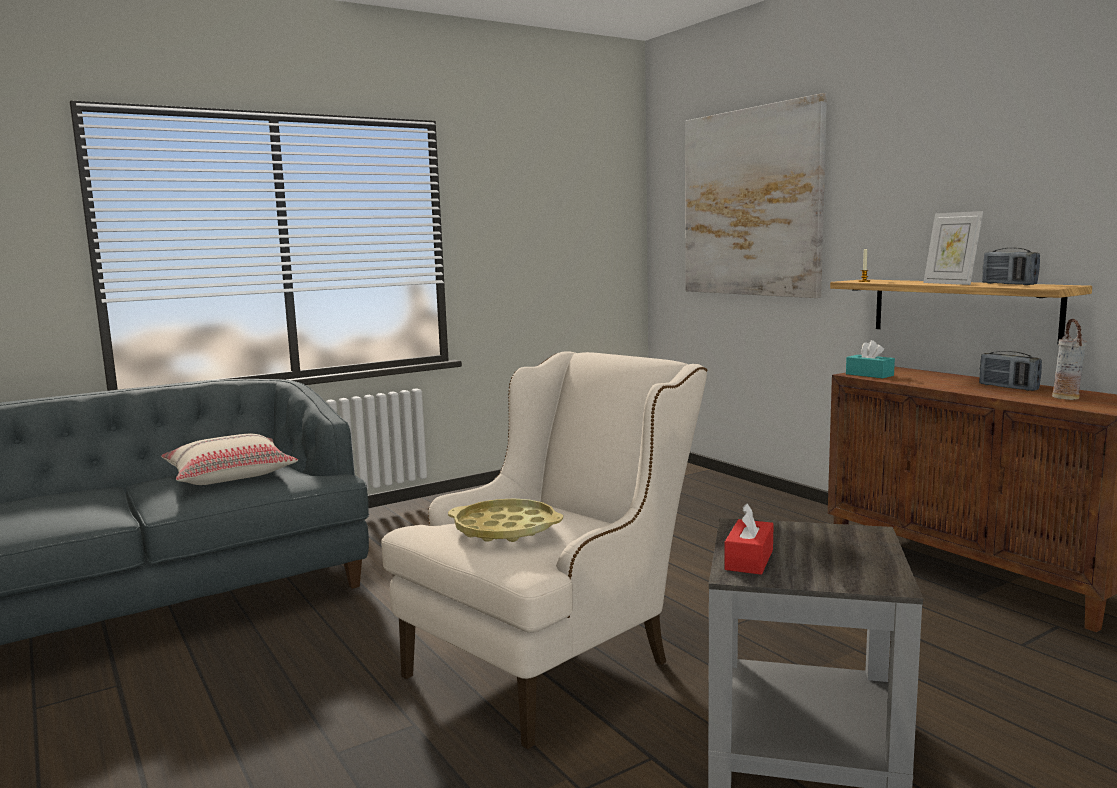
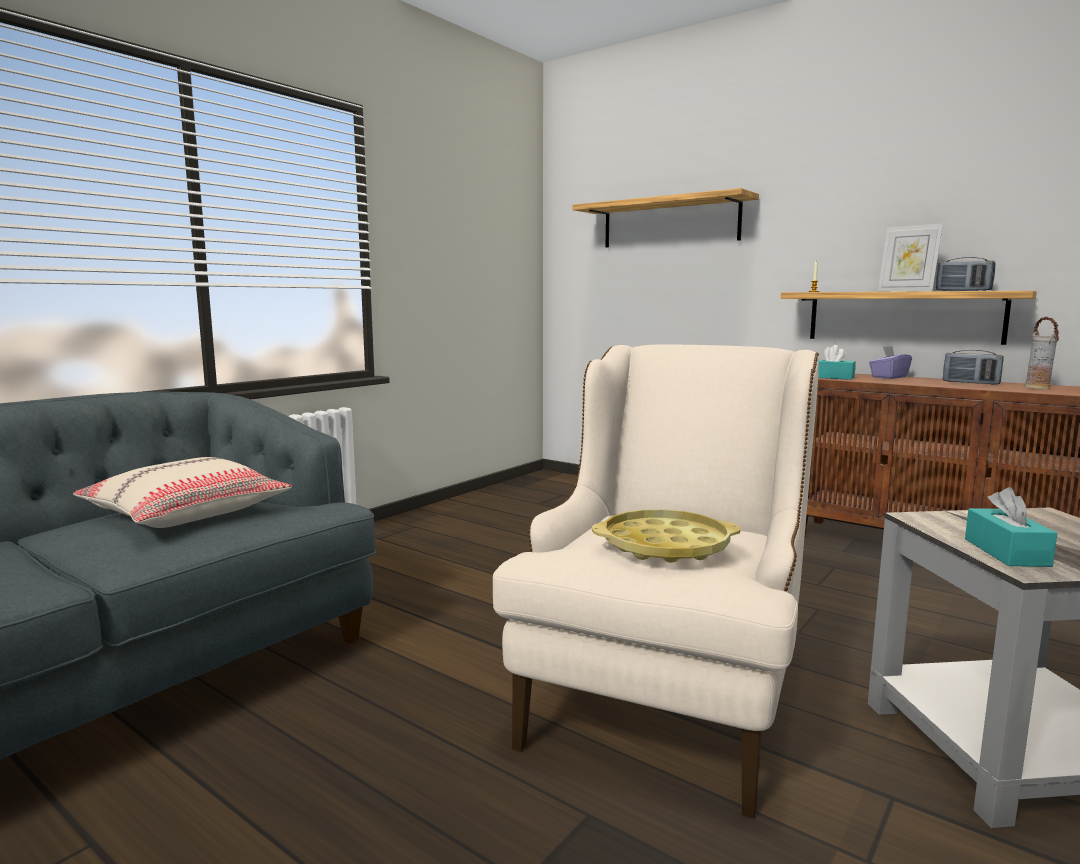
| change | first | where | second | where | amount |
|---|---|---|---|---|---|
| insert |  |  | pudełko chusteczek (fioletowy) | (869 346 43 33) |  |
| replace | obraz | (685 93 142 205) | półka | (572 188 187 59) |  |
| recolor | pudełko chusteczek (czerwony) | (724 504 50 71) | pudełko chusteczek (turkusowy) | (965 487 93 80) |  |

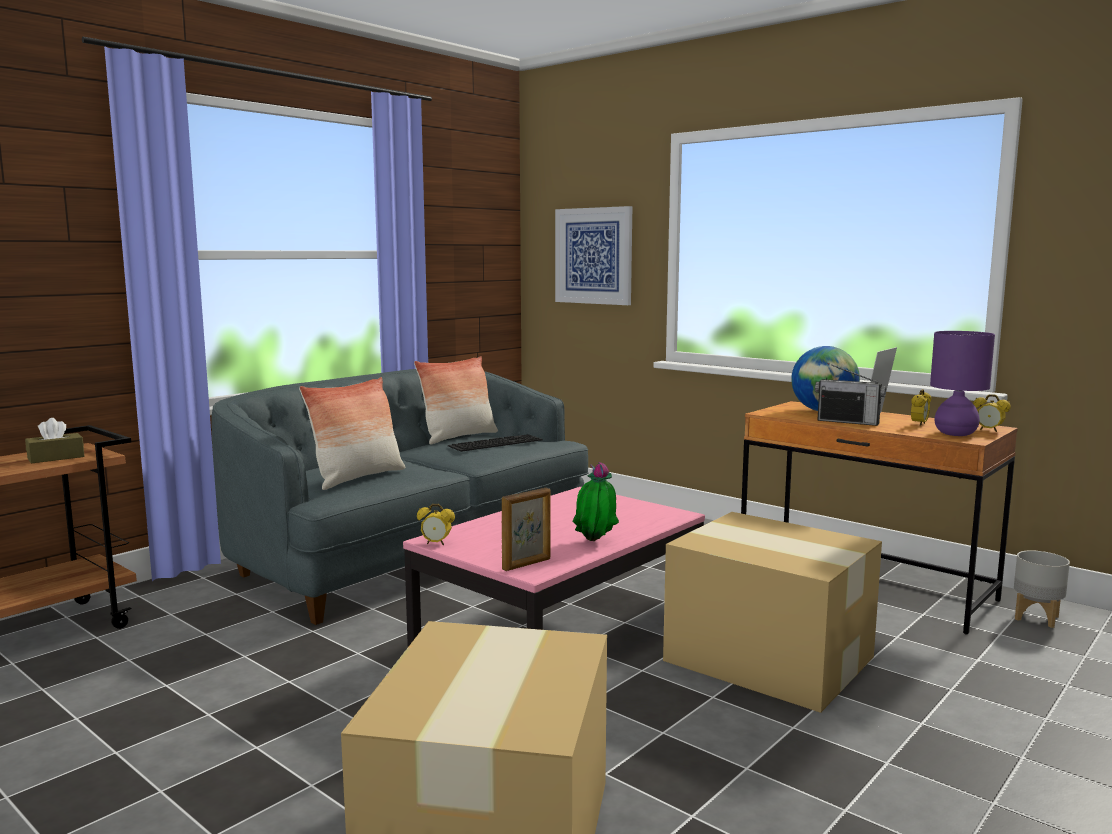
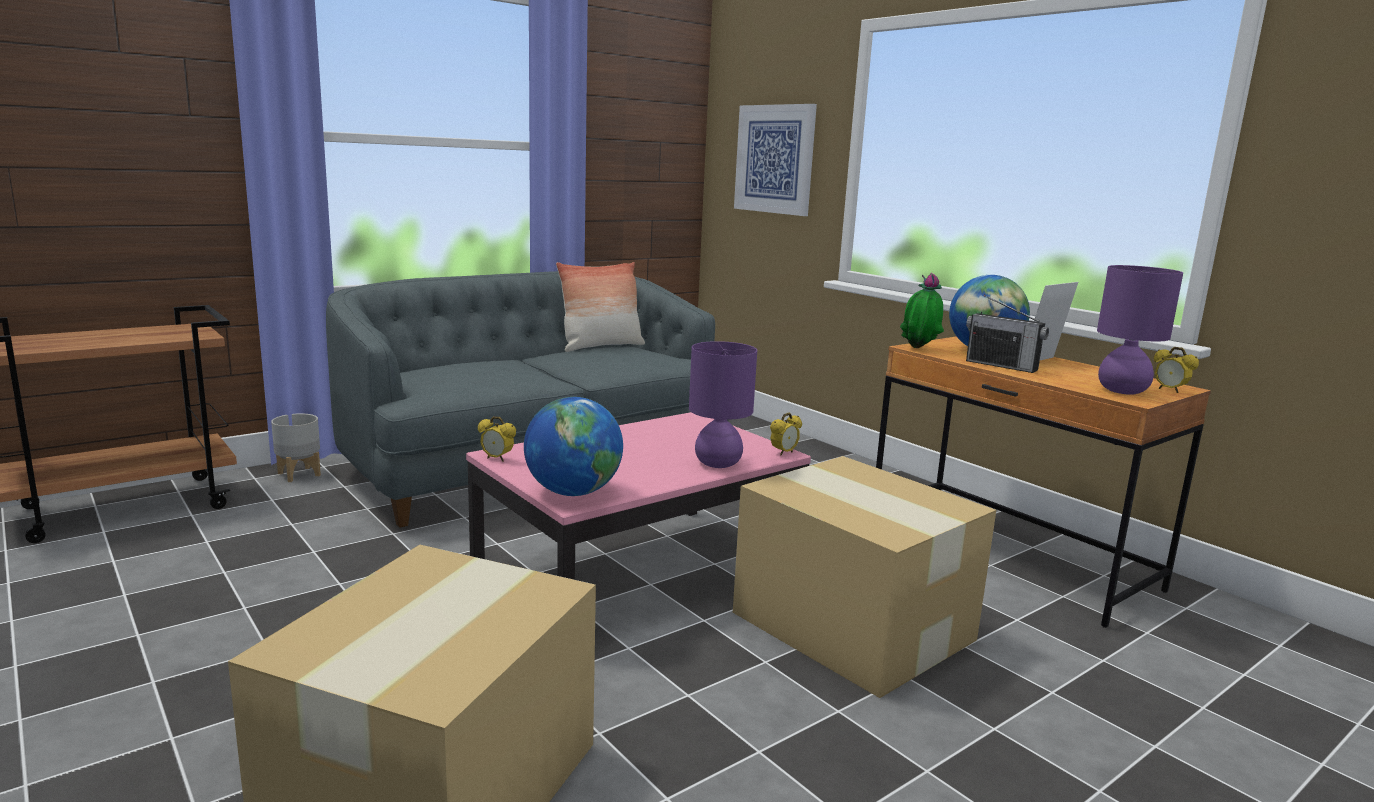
| change | first | where | second | where | amount |
|---|---|---|---|---|---|
| delete | pudełko chusteczek (brązowy) | (25 418 59 45) |  |  |  |
| delete | poduszka | (299 377 106 113) |  |  |  |
| delete | klawiatura | (448 434 95 18) |  |  |  |
| insert |  |  | lampa stołowa (fioletowy) | (689 341 68 127) |  |
| move | roślina doniczkowa | (572 462 47 79) |  | (900 273 44 75) |  |
| move | budzik | (911 389 21 37) |  | (770 413 32 42) |  |
| move | donica (szary) | (1014 551 56 77) |  | (271 414 50 68) |  |
| replace | ramka na zdjęcie | (502 488 49 83) | globus | (524 397 99 99) |  |

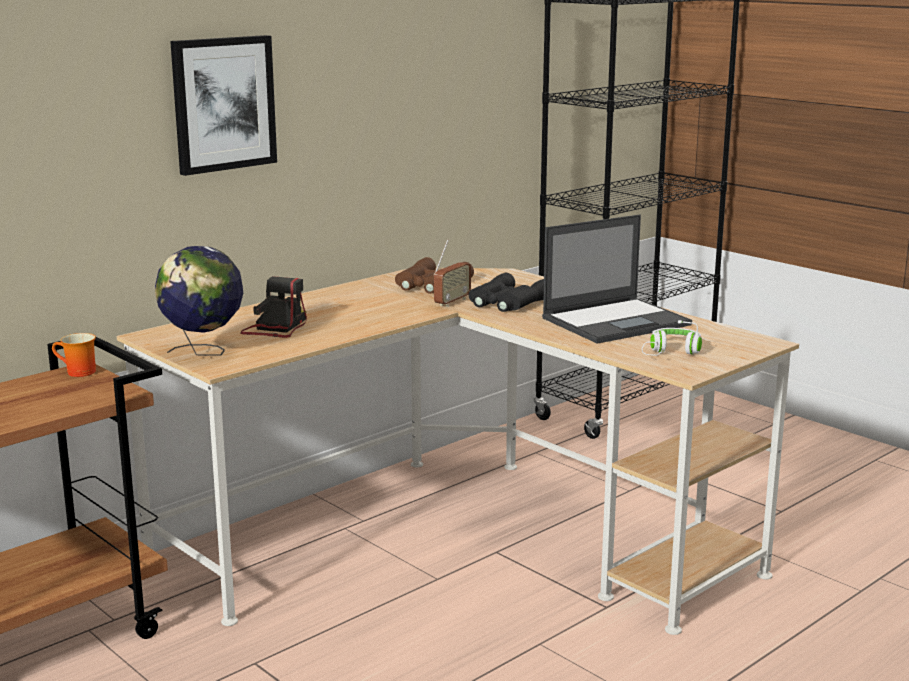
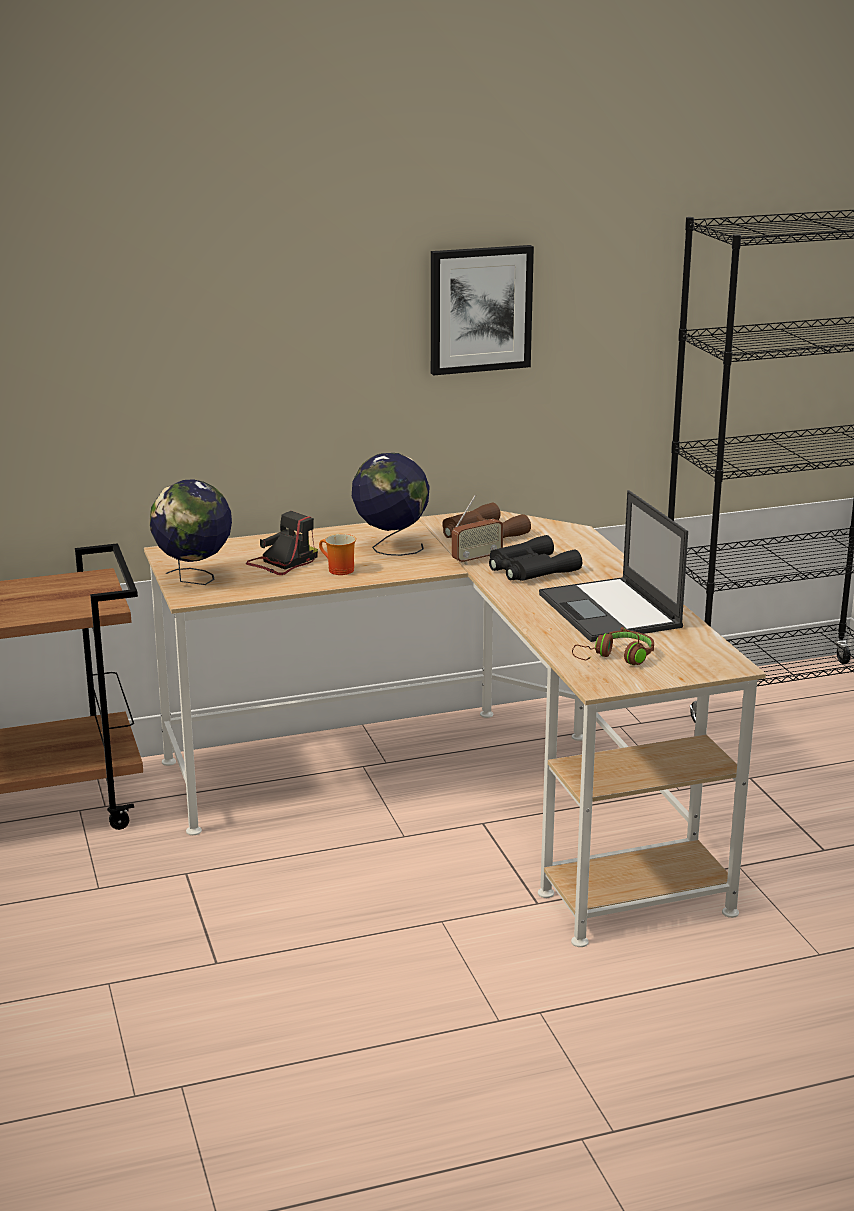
| change | first | where | second | where | amount |
|---|---|---|---|---|---|
| insert |  |  | globus | (352 453 78 103) |  |
| move | kubek | (52 333 44 44) |  | (319 534 37 41) |  |
| move | obraz | (170 35 107 141) |  | (431 245 103 131) |  |
| recolor | słuchawki (biały) | (642 320 60 36) | słuchawki (brązowy) | (572 627 82 38) |  |
| rotate | laptop | (542 215 150 129) |  | (539 490 149 152) | 75 degrees clockwise |

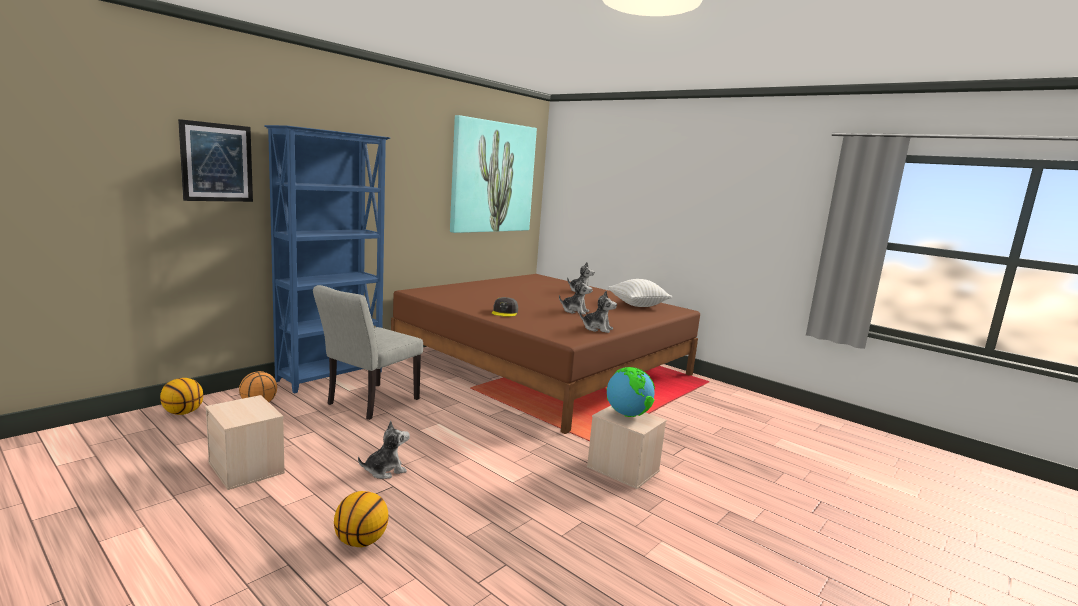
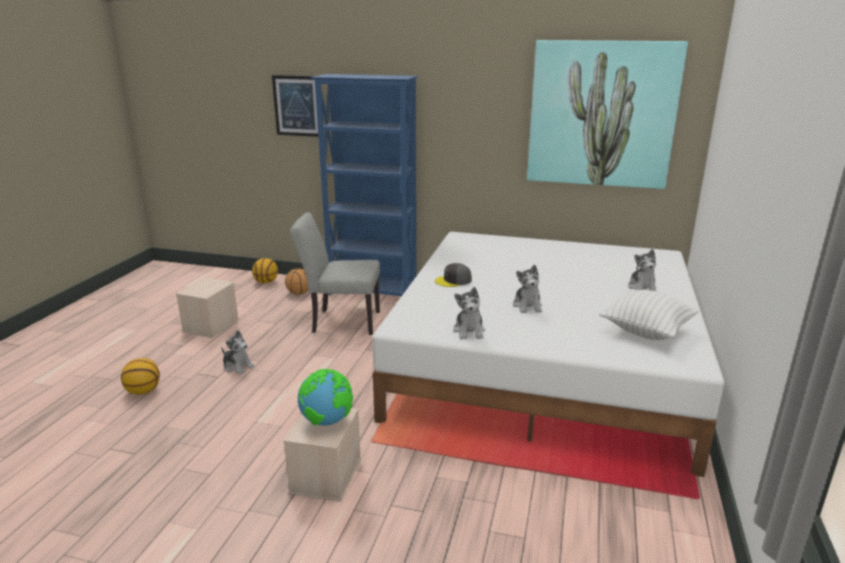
| change | first | where | second | where | amount |
|---|---|---|---|---|---|
| recolor | łóżko (brązowy) | (391 274 309 160) | łóżko (biały) | (372 232 352 245) |  |

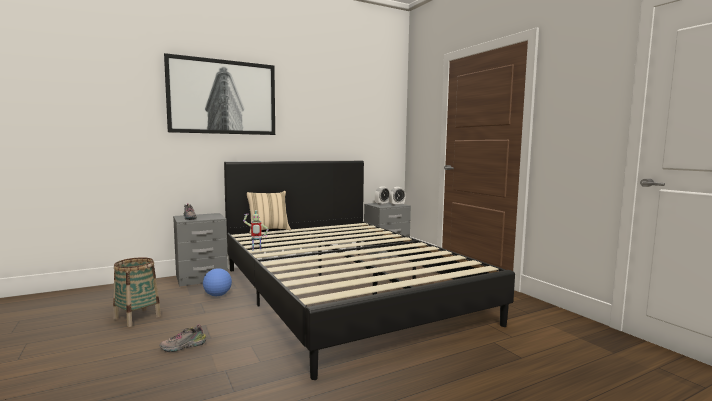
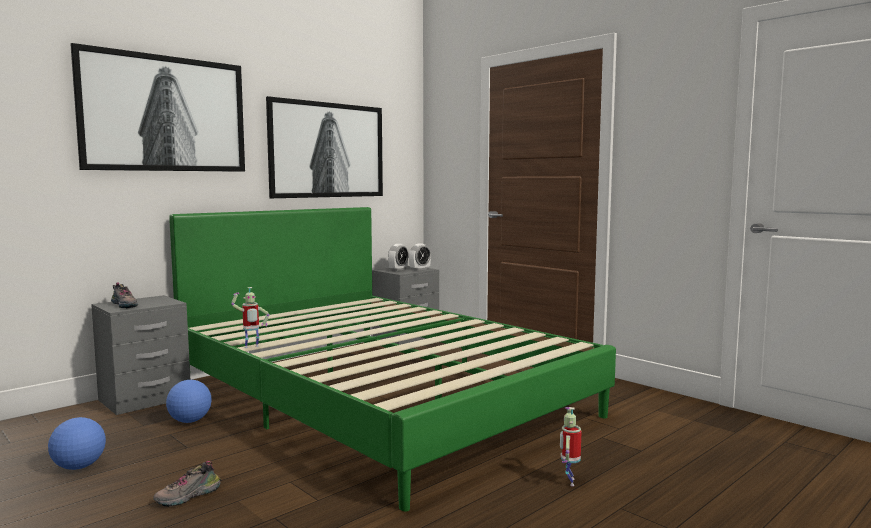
| change | first | where | second | where | amount |
|---|---|---|---|---|---|
| delete | poduszka (beżowy) | (247 191 44 43) |  |  |  |
| insert |  |  | obraz | (266 96 117 102) |  |
| insert |  |  | robot zabawkowy | (560 407 22 79) |  |
| replace | koszyk | (113 257 48 70) | piłka futbolowa | (48 417 58 53) |  |
| recolor | łóżko (czarny) | (224 161 291 219) | łóżko (zielony) | (169 207 447 304) |  |

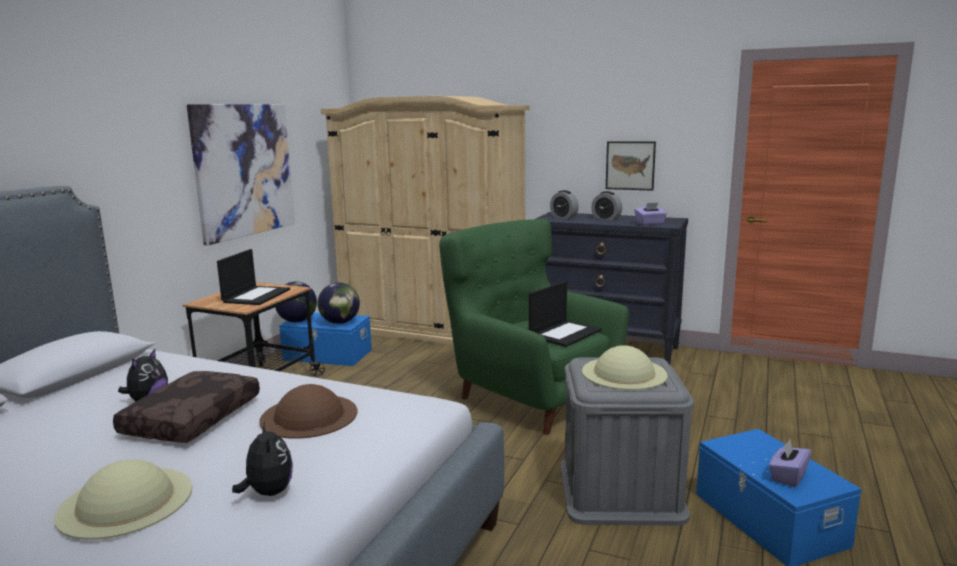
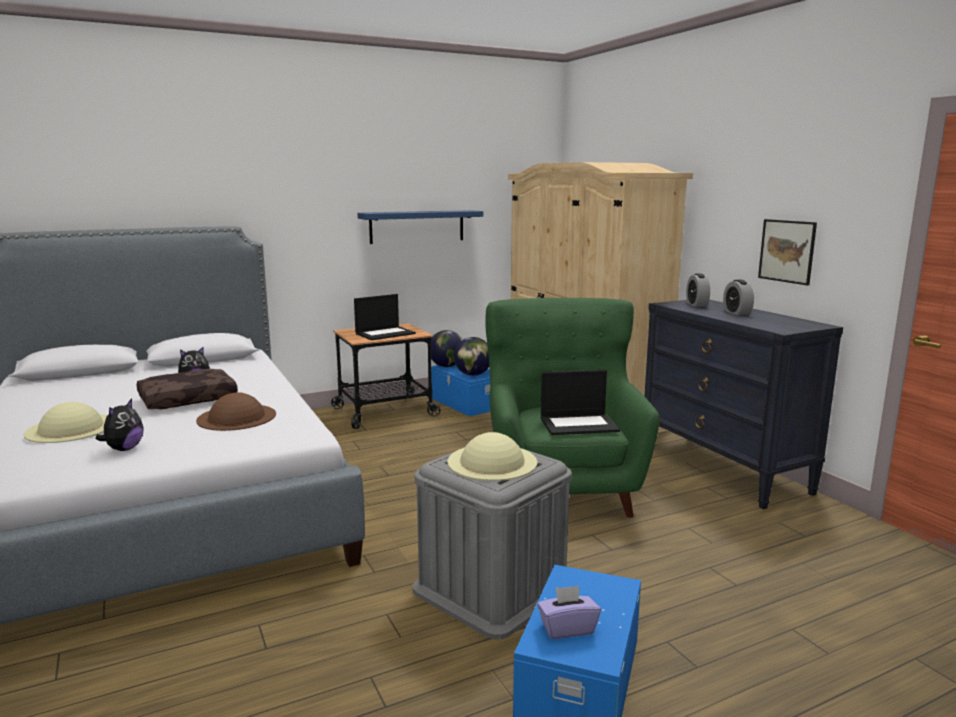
| change | first | where | second | where | amount |
|---|---|---|---|---|---|
| delete | pudełko chusteczek (fioletowy) | (635 203 32 22) |  |  |  |
| replace | obraz | (187 104 108 141) | półka (niebieski) | (357 210 126 34) |  |

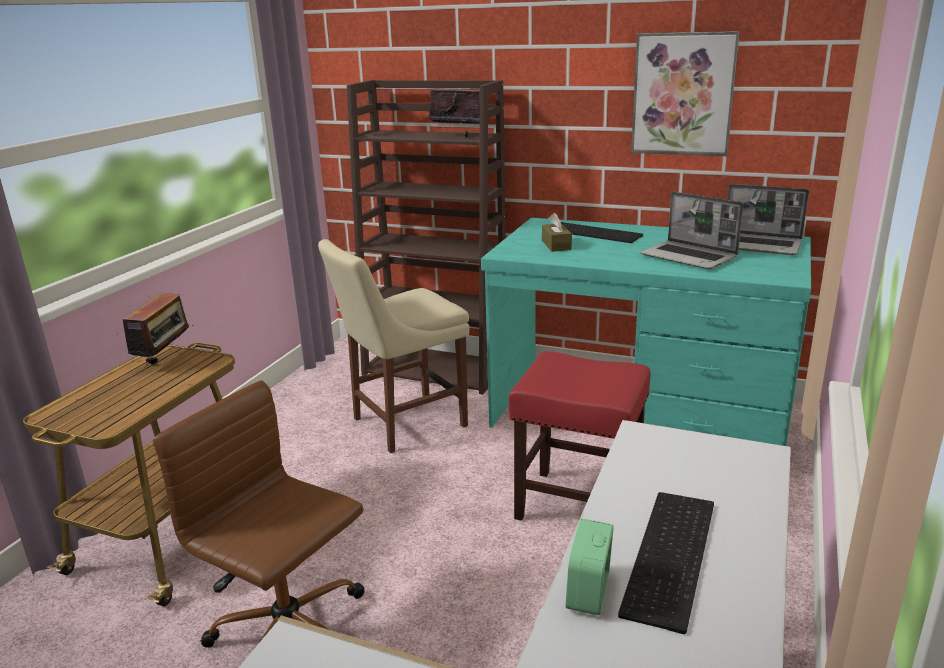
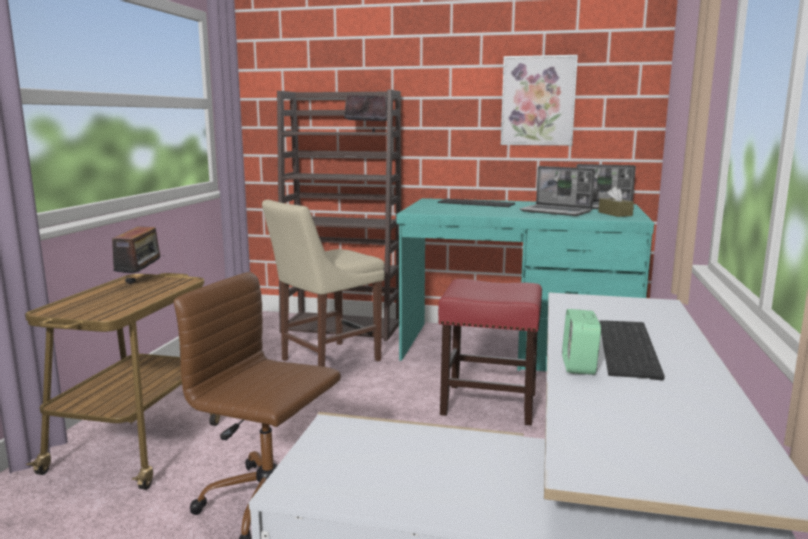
| change | first | where | second | where | amount |
|---|---|---|---|---|---|
| move | pudełko chusteczek (brązowy) | (542 213 30 39) |  | (599 186 35 31) |  |

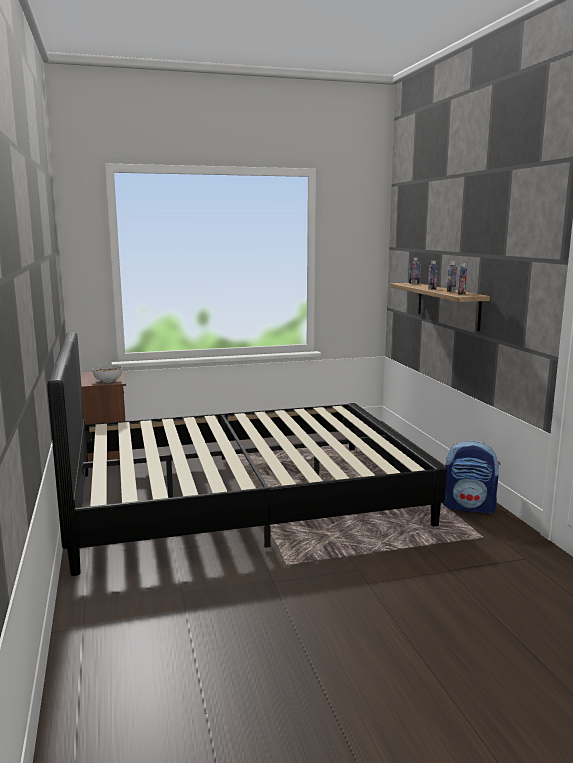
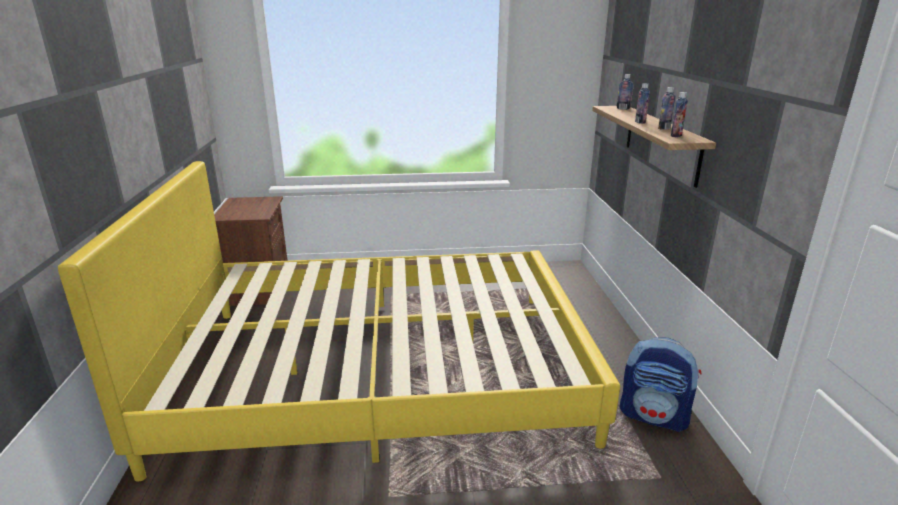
| change | first | where | second | where | amount |
|---|---|---|---|---|---|
| delete | miska | (92 365 30 18) |  |  |  |
| recolor | łóżko (czarny) | (47 332 400 244) | łóżko (żółty) | (58 161 562 320) |  |

